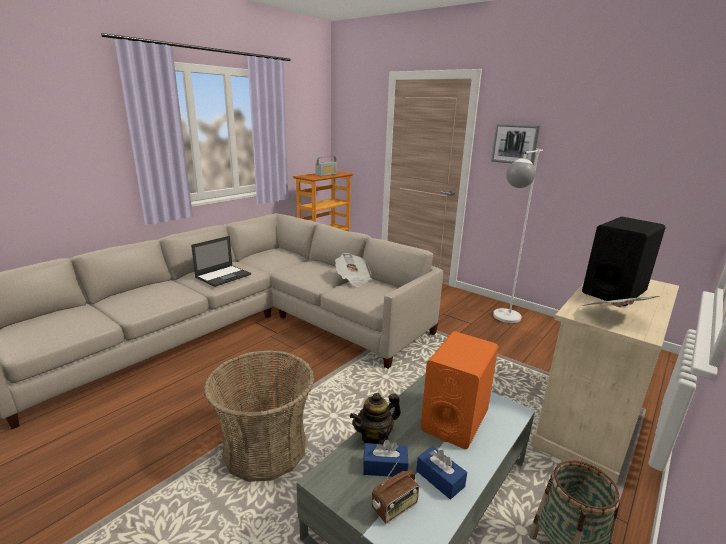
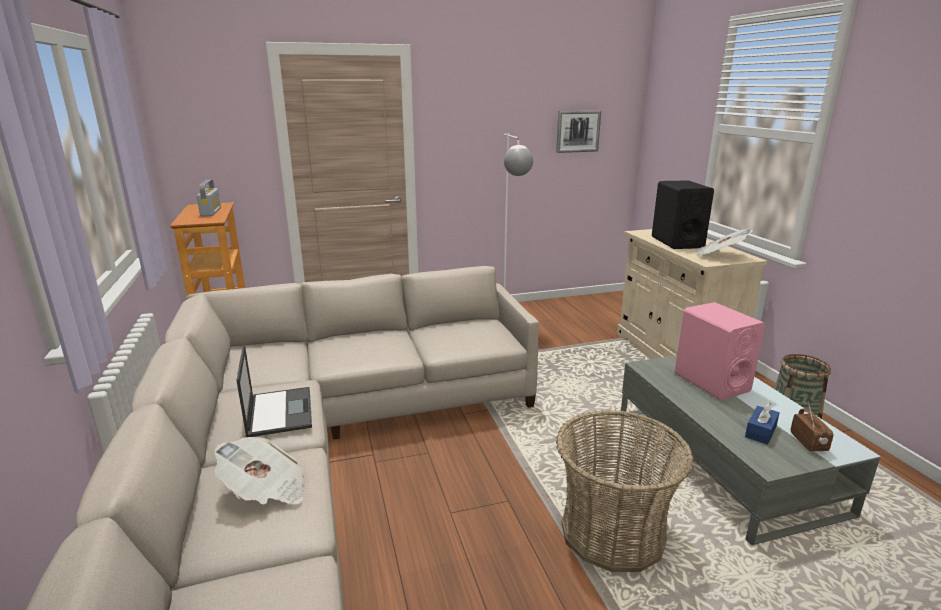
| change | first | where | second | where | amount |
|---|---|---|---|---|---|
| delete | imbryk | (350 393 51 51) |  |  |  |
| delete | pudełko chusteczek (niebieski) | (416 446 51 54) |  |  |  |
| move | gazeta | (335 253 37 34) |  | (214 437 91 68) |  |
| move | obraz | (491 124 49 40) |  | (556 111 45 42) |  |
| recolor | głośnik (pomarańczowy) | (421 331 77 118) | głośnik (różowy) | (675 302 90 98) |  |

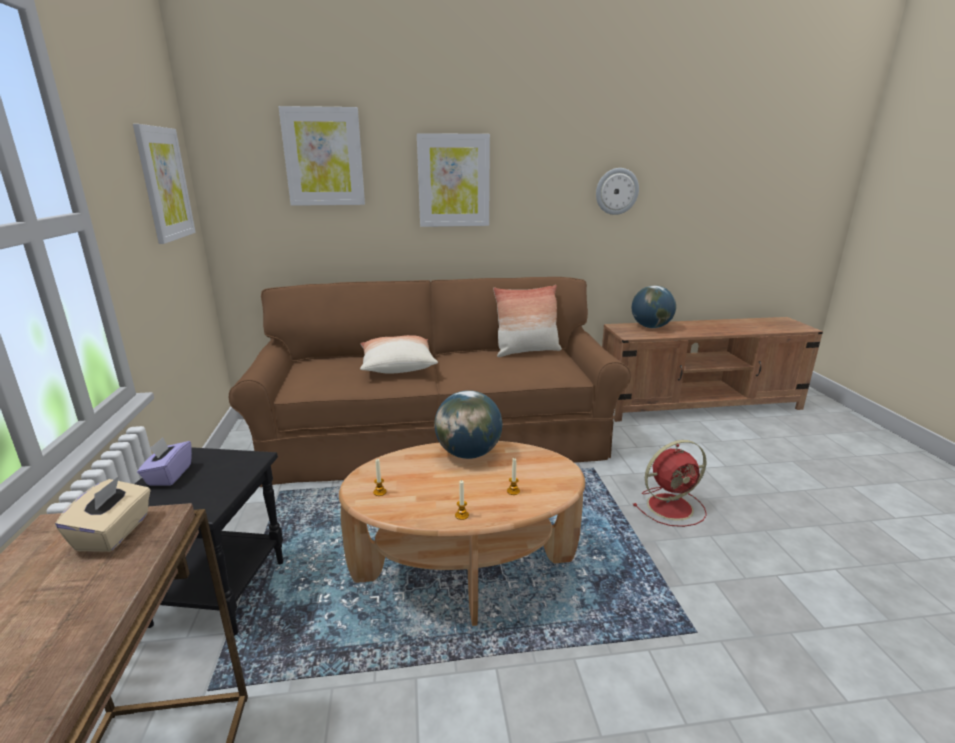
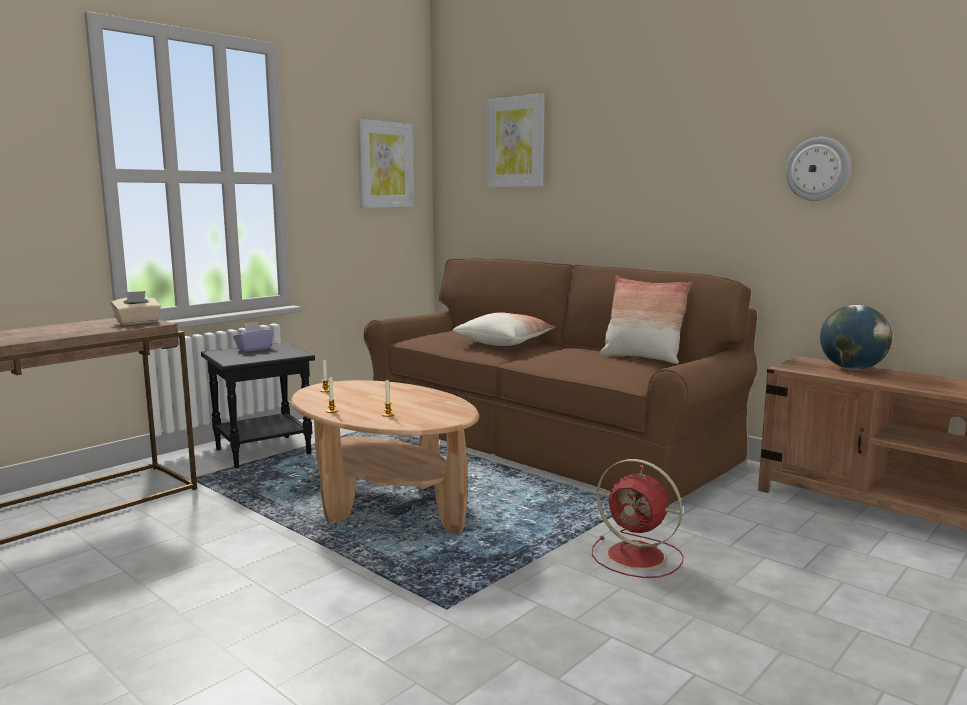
| change | first | where | second | where | amount |
|---|---|---|---|---|---|
| delete | obraz | (417 133 73 94) |  |  |  |
| delete | globus | (434 390 68 69) |  |  |  |

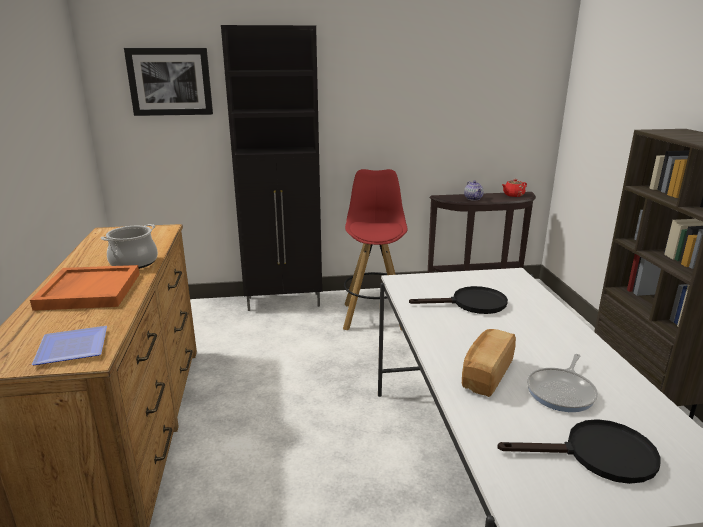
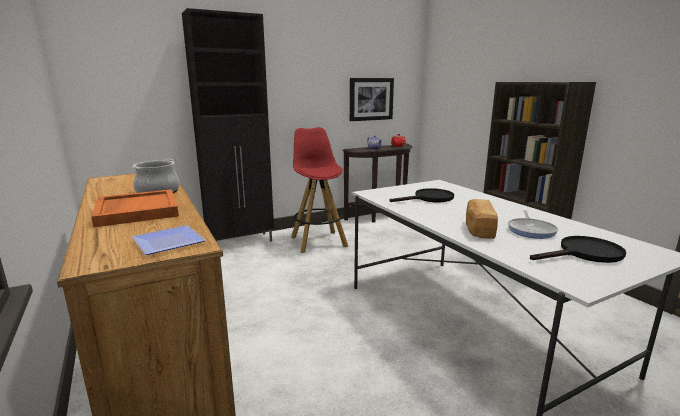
| change | first | where | second | where | amount |
|---|---|---|---|---|---|
| move | obraz | (124 48 89 68) |  | (350 78 44 43) |  |

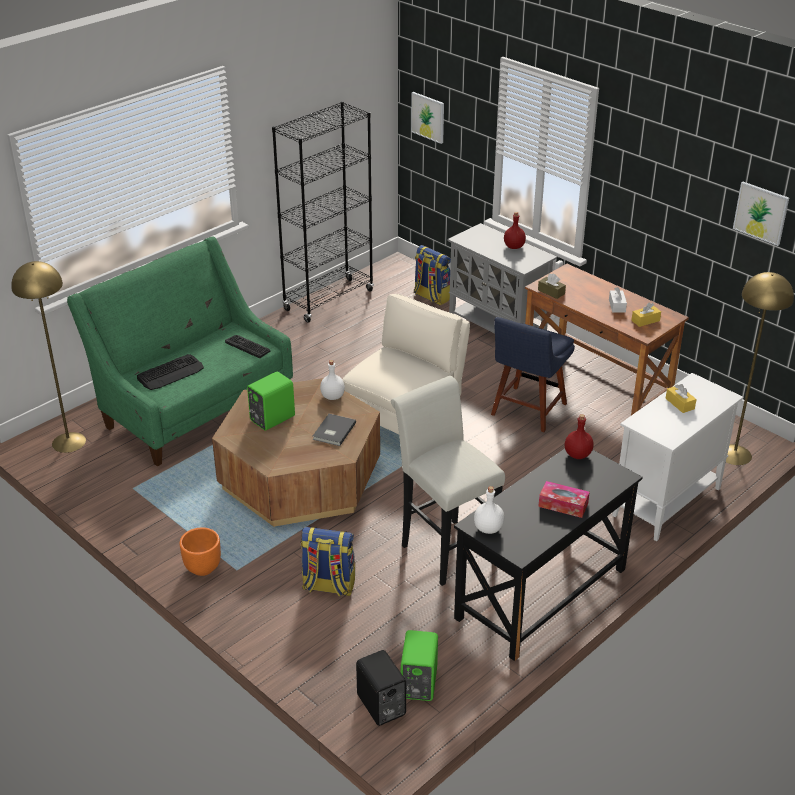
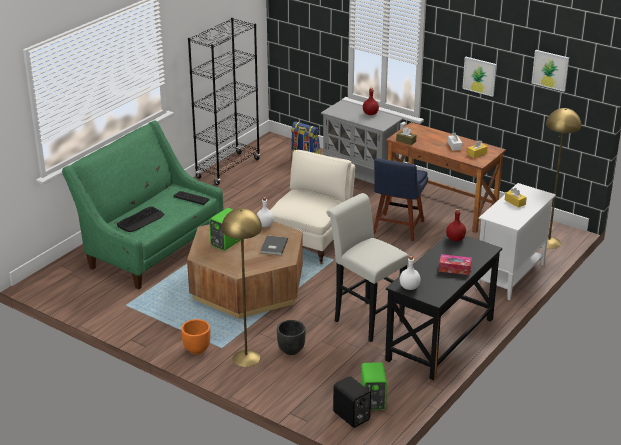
| change | first | where | second | where | amount |
|---|---|---|---|---|---|
| move | lampa stojąca (żółty) | (11 261 75 192) |  | (221 208 41 159) |  |
| move | obraz | (411 92 33 52) |  | (462 57 35 40) |  |
| replace | plecak | (301 527 54 70) | donica (czarny) | (277 320 29 35) |  |

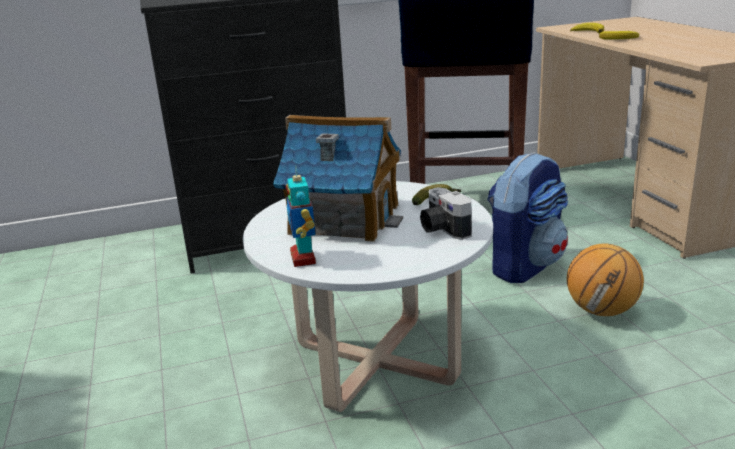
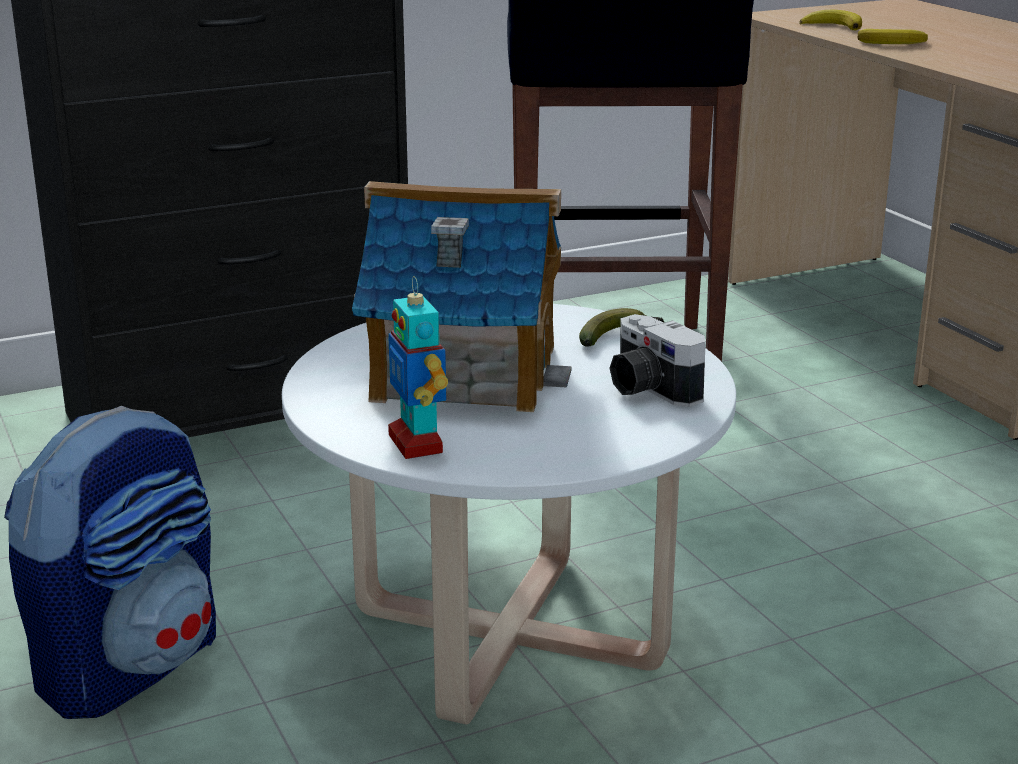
| change | first | where | second | where | amount |
|---|---|---|---|---|---|
| delete | piłka do koszykówki | (567 244 77 72) |  |  |  |
| move | plecak | (487 152 81 131) |  | (4 406 212 313) |  |

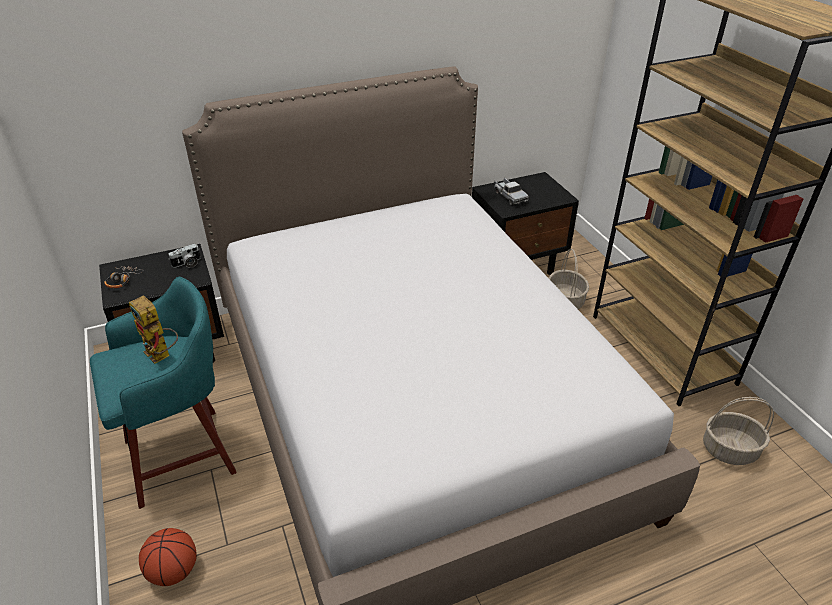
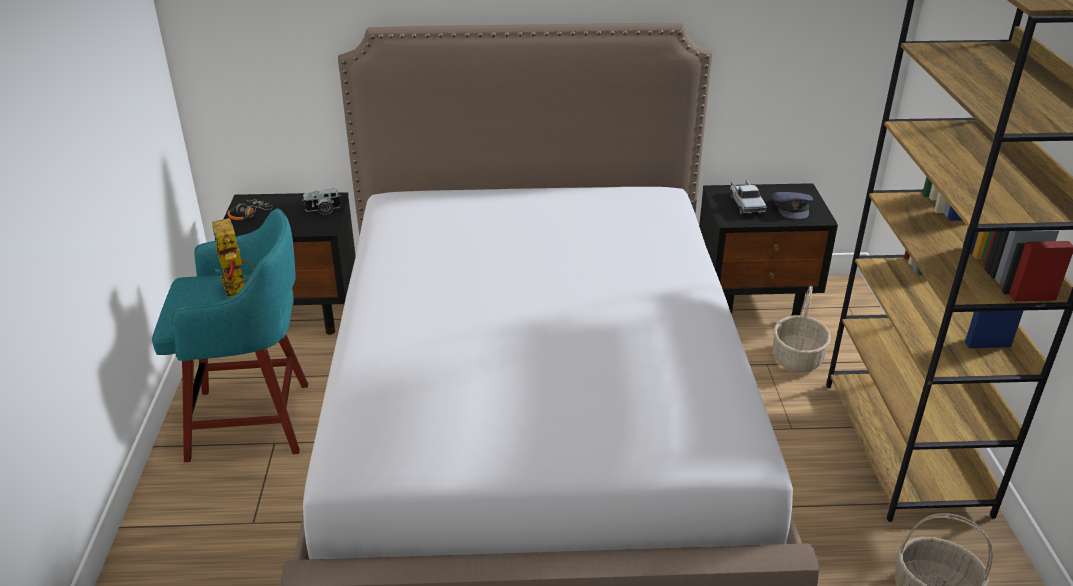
| change | first | where | second | where | amount |
|---|---|---|---|---|---|
| delete | piłka do koszykówki | (139 528 58 58) |  |  |  |
| insert |  |  | czapka z daszkiem (szary) | (772 192 41 27) |  |

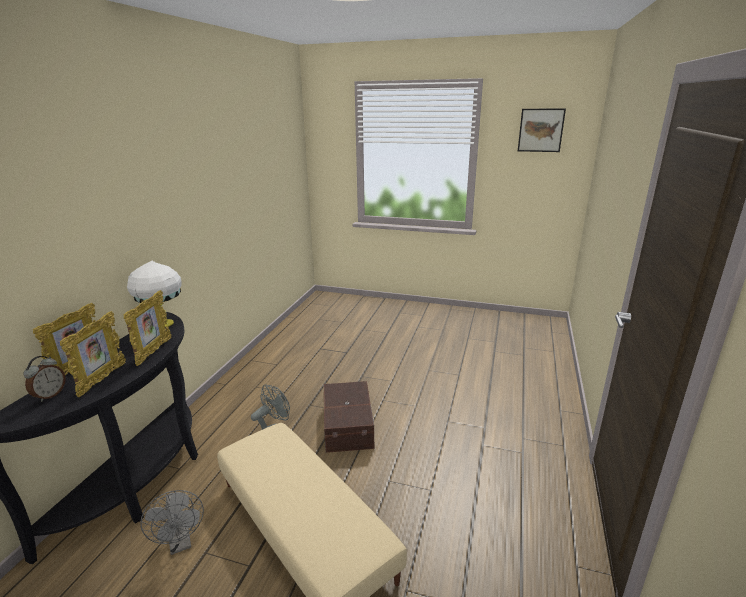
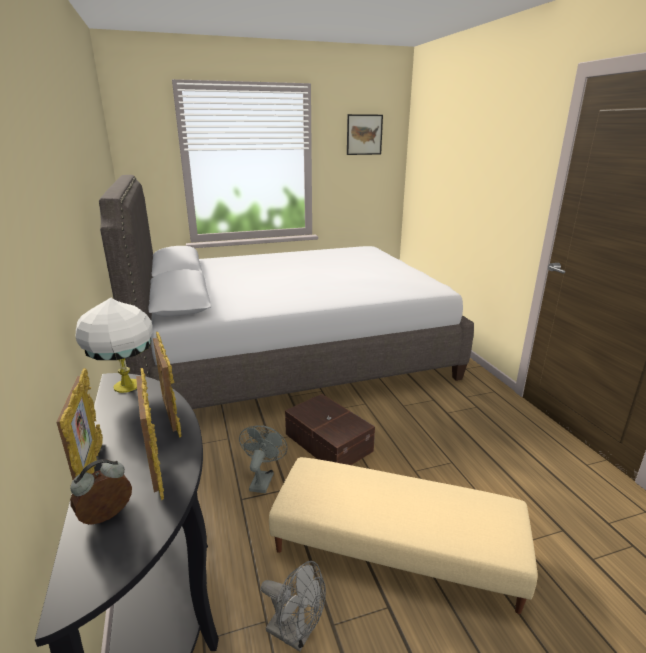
| change | first | where | second | where | amount |
|---|---|---|---|---|---|
| insert |  |  | łóżko (szary) | (99 175 375 234) |  |
| rotate | budzik | (23 356 43 46) |  | (70 459 62 66) | 120 degrees counterclockwise |

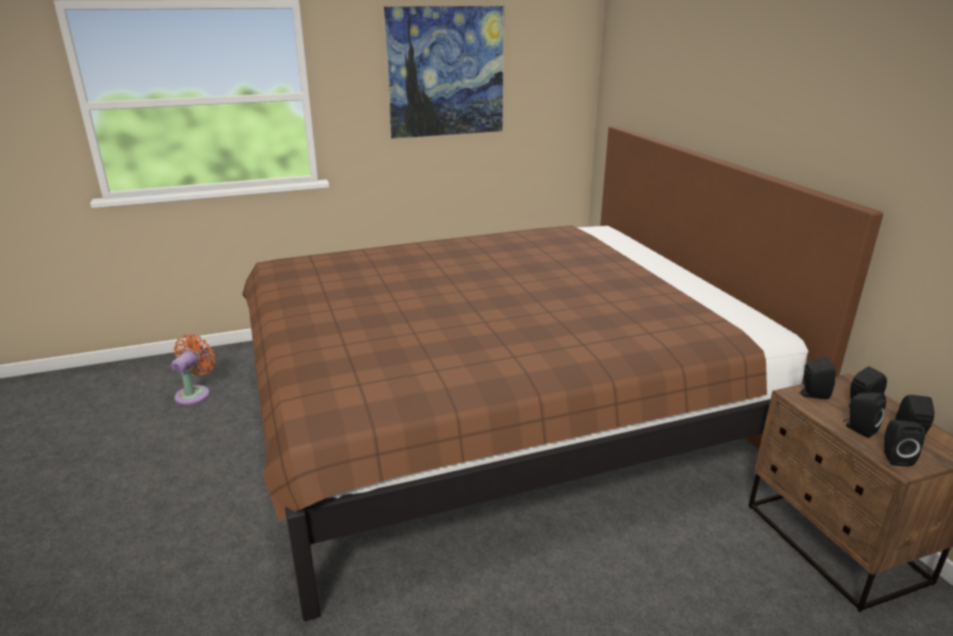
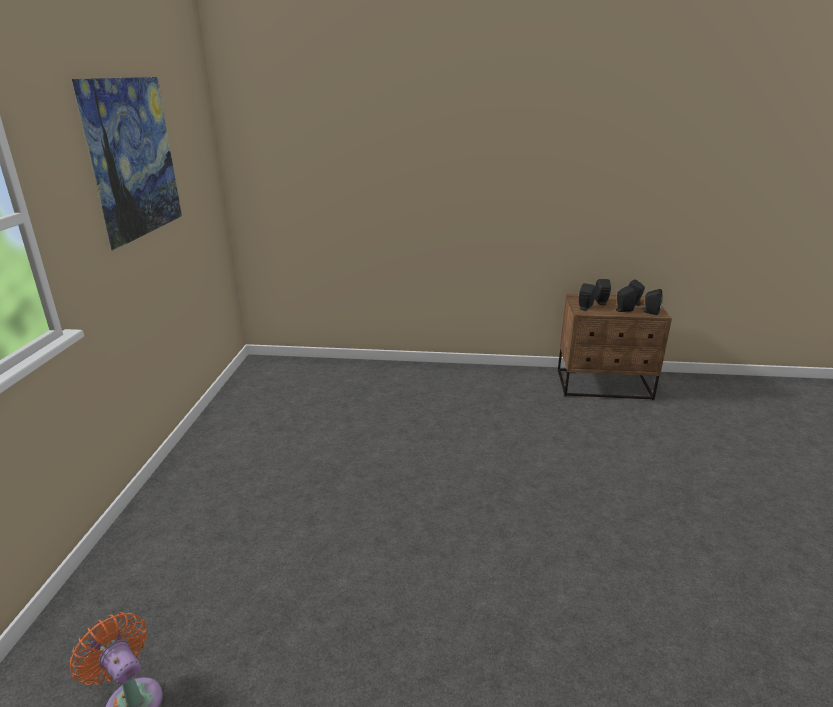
| change | first | where | second | where | amount |
|---|---|---|---|---|---|
| delete | łóżko (brązowy) | (242 126 641 495) |  |  |  |

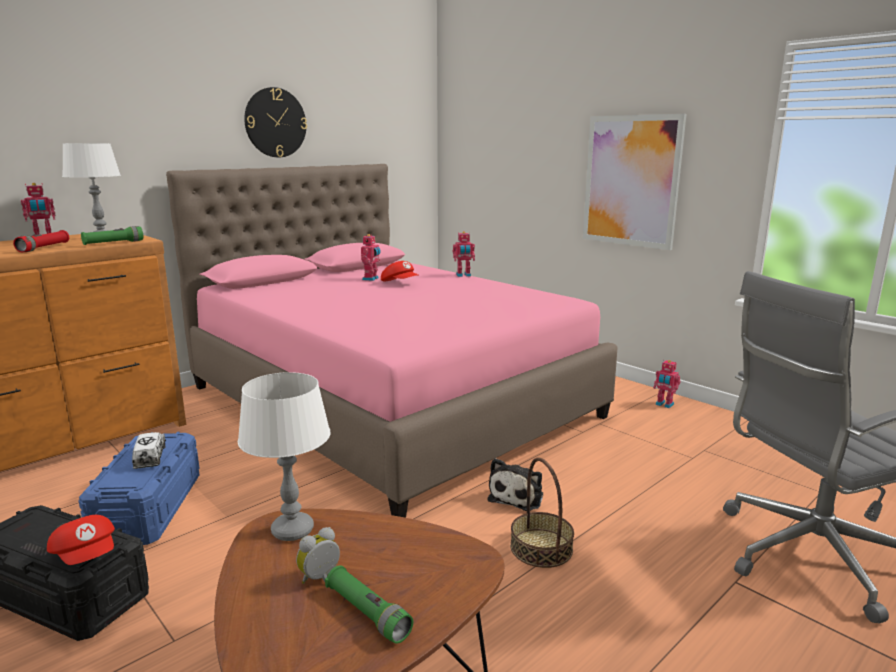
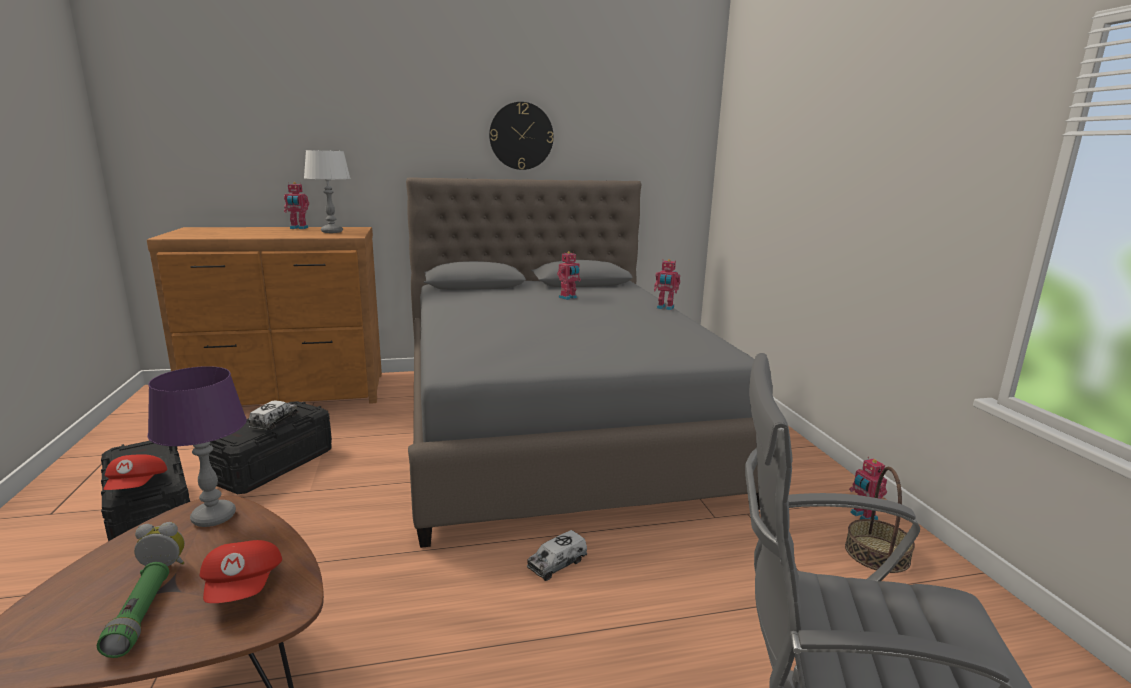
| change | first | where | second | where | amount |
|---|---|---|---|---|---|
| delete | latarka (czerwony) | (13 230 56 22) |  |  |  |
| delete | latarka (zielony) | (81 226 62 19) |  |  |  |
| delete | obraz | (583 114 103 136) |  |  |  |
| move | czapka z daszkiem (czerwony) | (381 261 38 20) |  | (200 540 82 63) |  |
| move | koszyk | (510 457 64 111) |  | (845 467 70 106) |  |
| replace | pluszak | (488 458 55 53) | ciężarówka zabawkowa | (527 530 60 51) |  |
| recolor | pojemnik do przechowywania (niebieski) | (78 432 121 113) | pojemnik do przechowywania (czarny) | (209 401 123 93) |  |
| recolor | łóżko (różowy) | (166 164 452 354) | łóżko (szary) | (406 177 354 371) |  |
| recolor | lampa stołowa (biały) | (238 372 93 169) | lampa stołowa (fioletowy) | (148 366 99 161) |  |

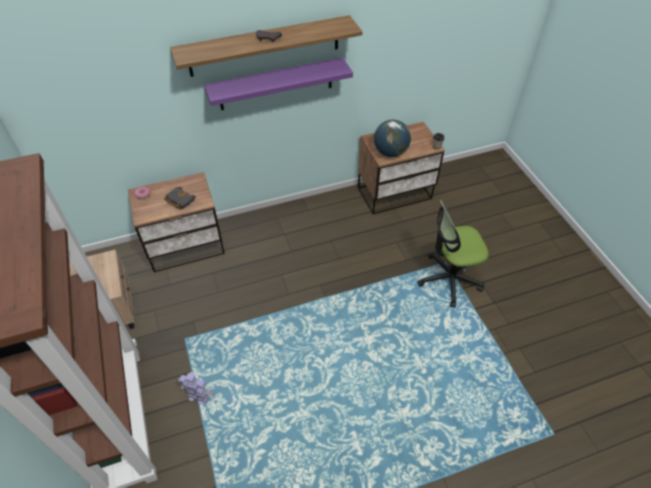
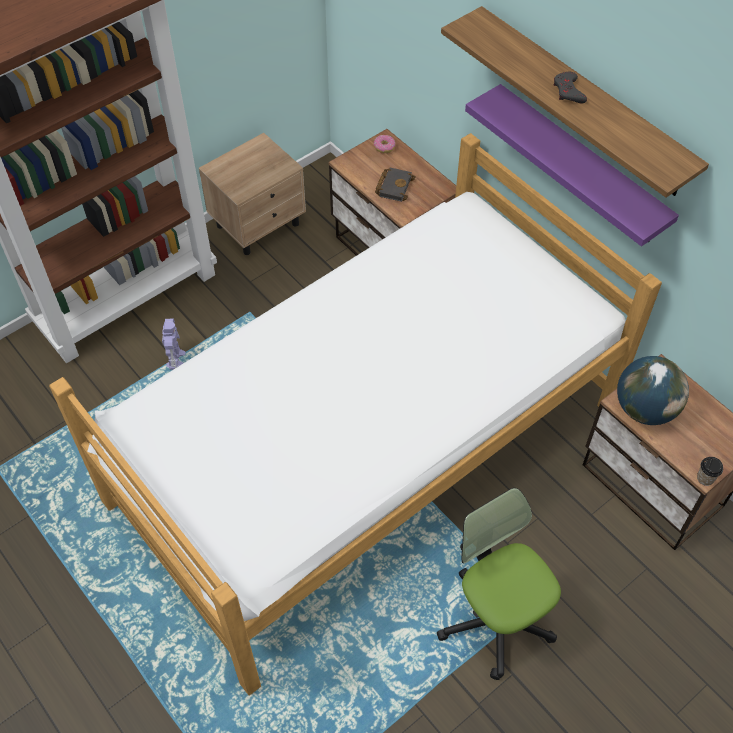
| change | first | where | second | where | amount |
|---|---|---|---|---|---|
| insert |  |  | łóżko | (49 133 613 562) |  |

